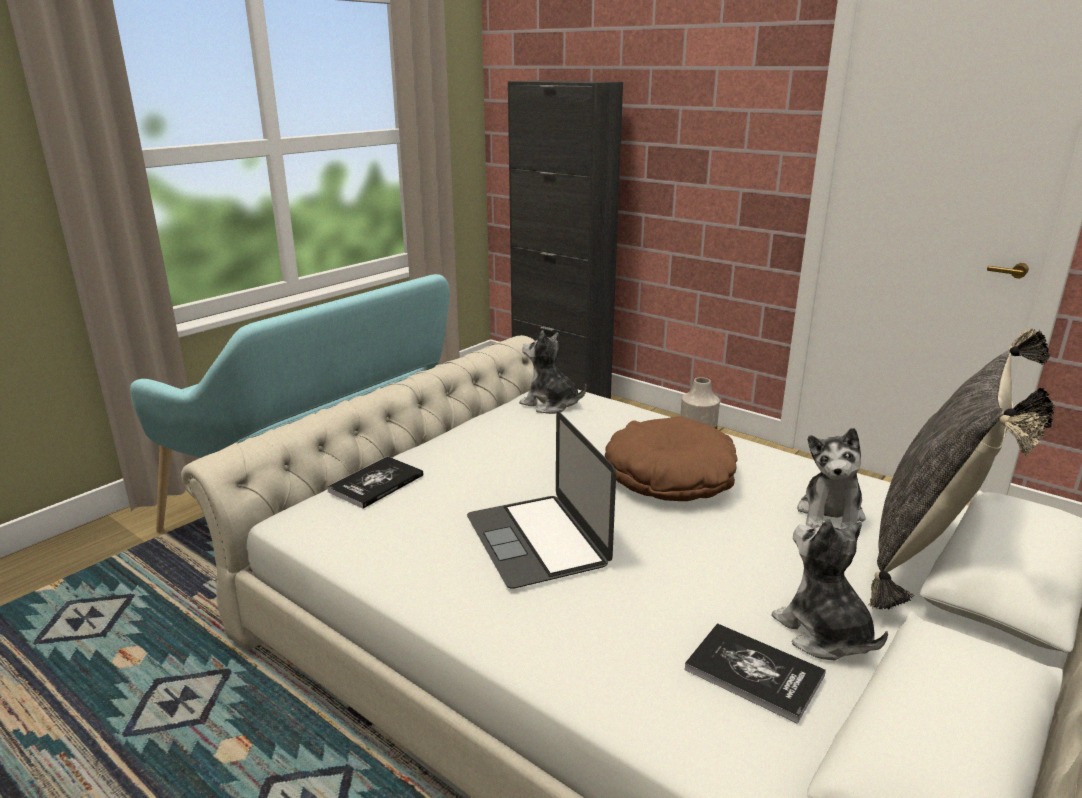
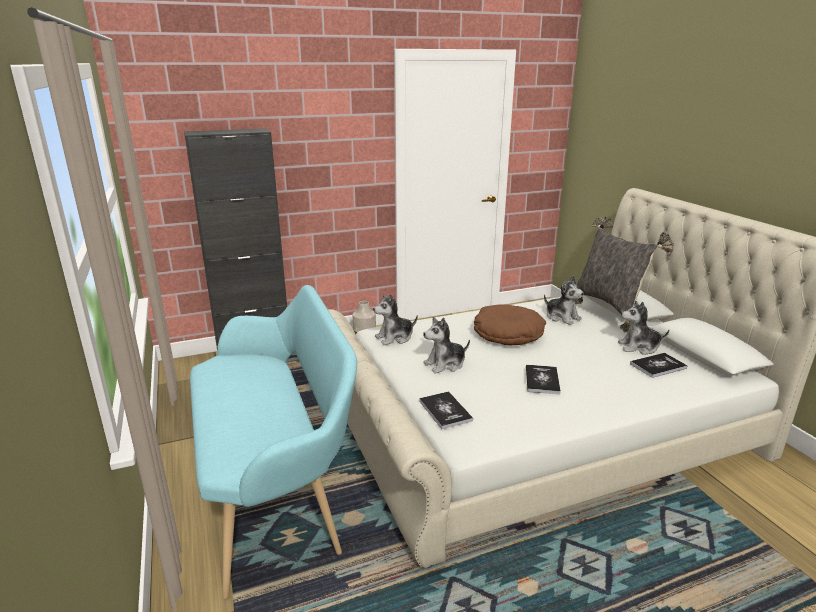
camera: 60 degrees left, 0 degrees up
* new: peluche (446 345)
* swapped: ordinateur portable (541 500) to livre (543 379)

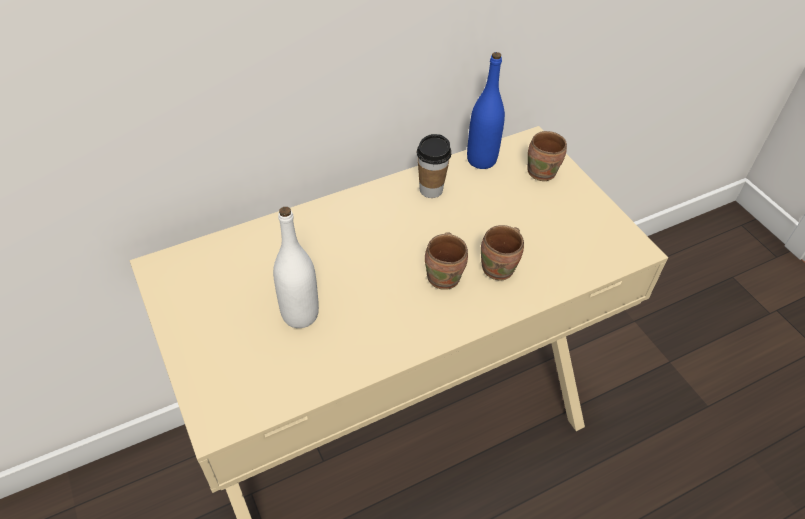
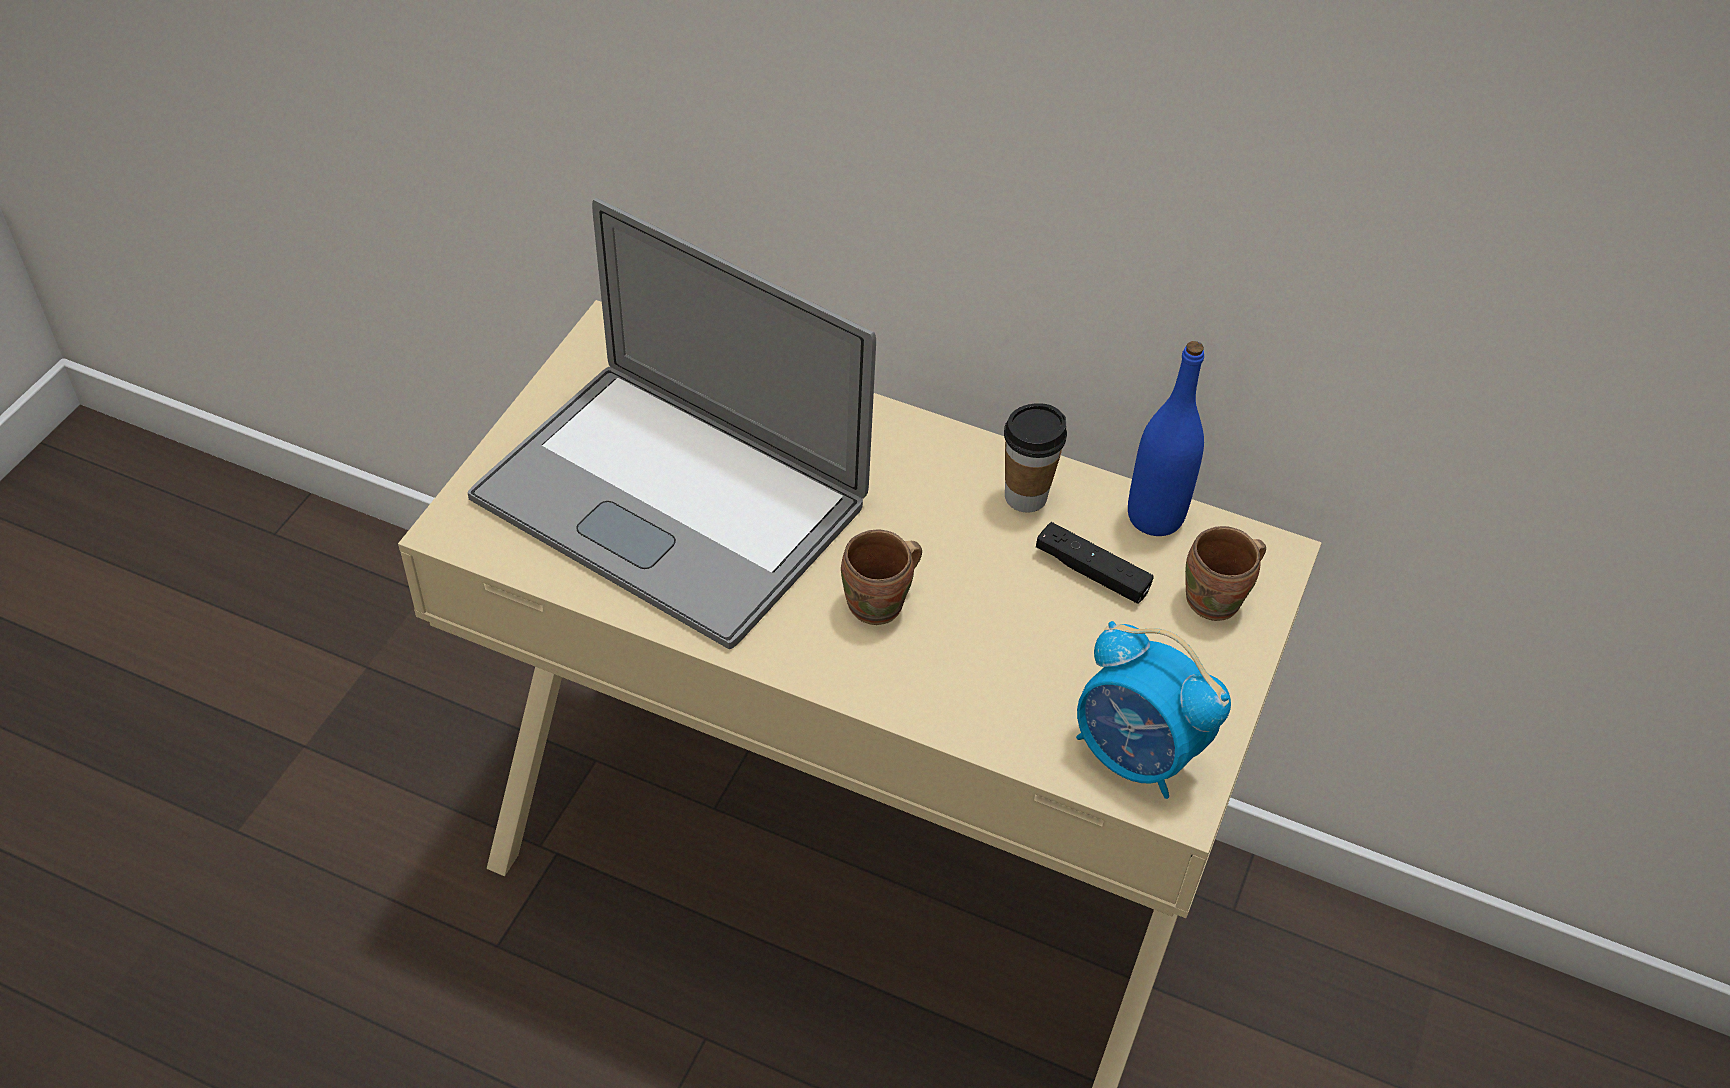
camera: 50 degrees right, 0 degrees up
* gone: mug (marron) (502 252)
* new: manette (noir) (1095 563)
* new: réveil (1153 710)
* swapped: bouteille (blanc) (296 267) to ordinateur portable (672 423)

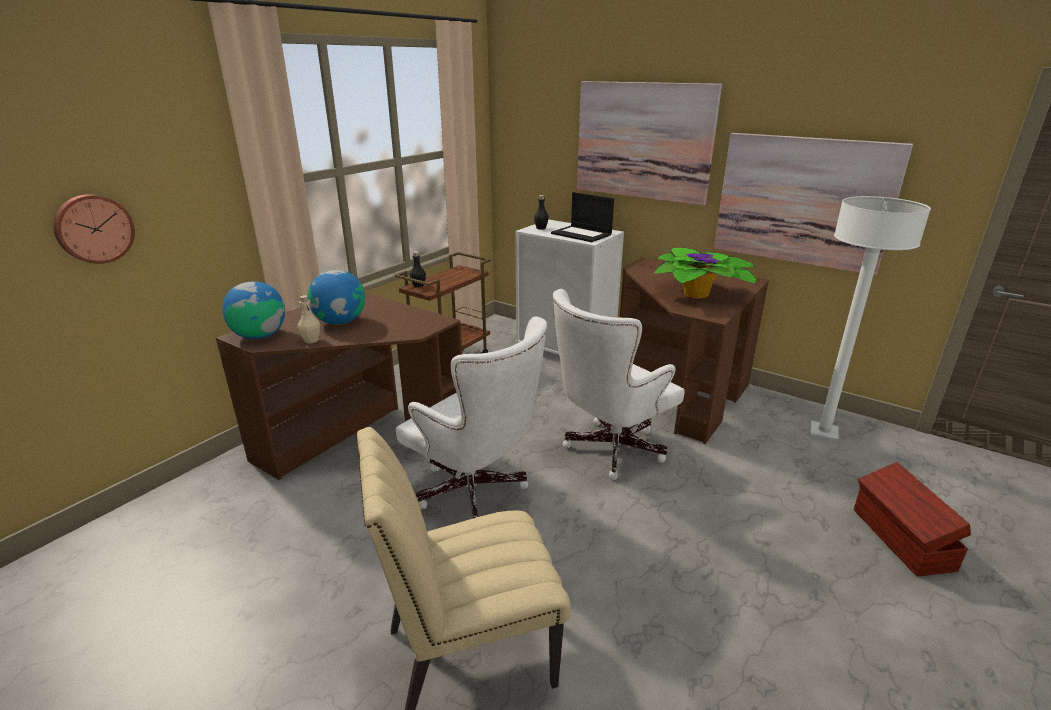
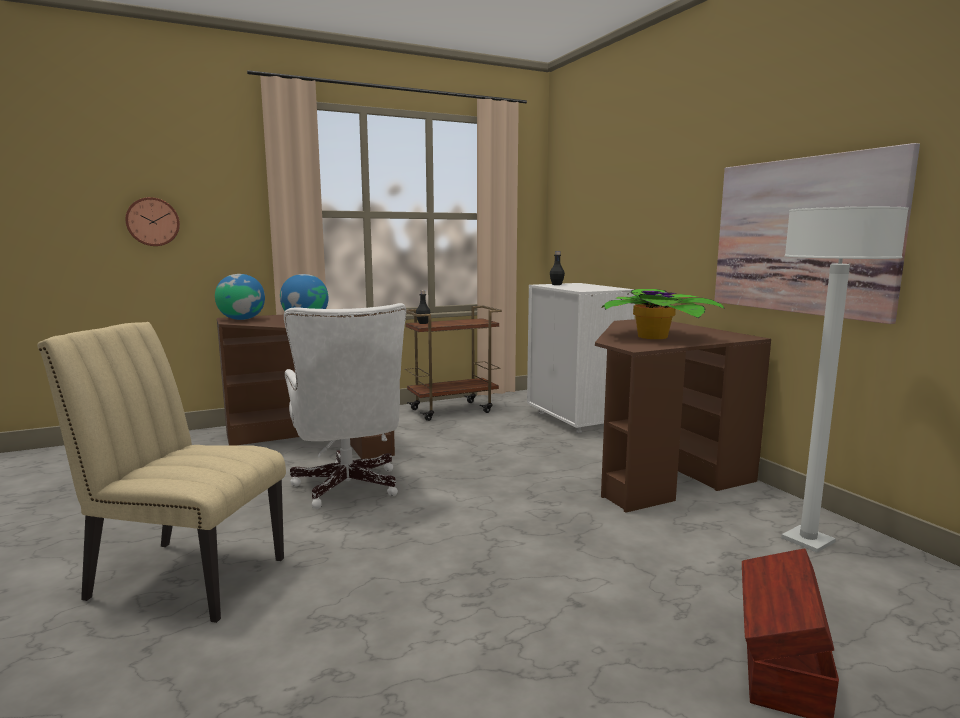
camera: 30 degrees right, 15 degrees down
* gone: bouteille (beige) (309 319)
* gone: ordinateur portable (582 217)
* gone: chaise de bureau (blanc) (619 384)
* gone: tableau (649 143)

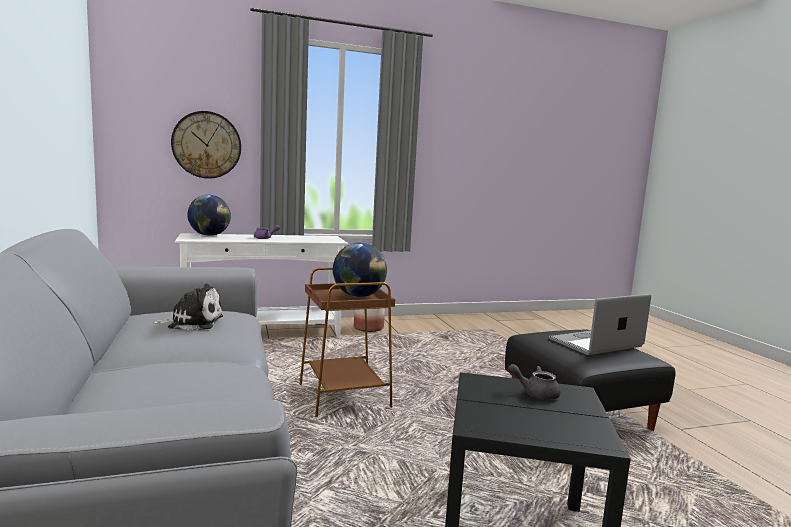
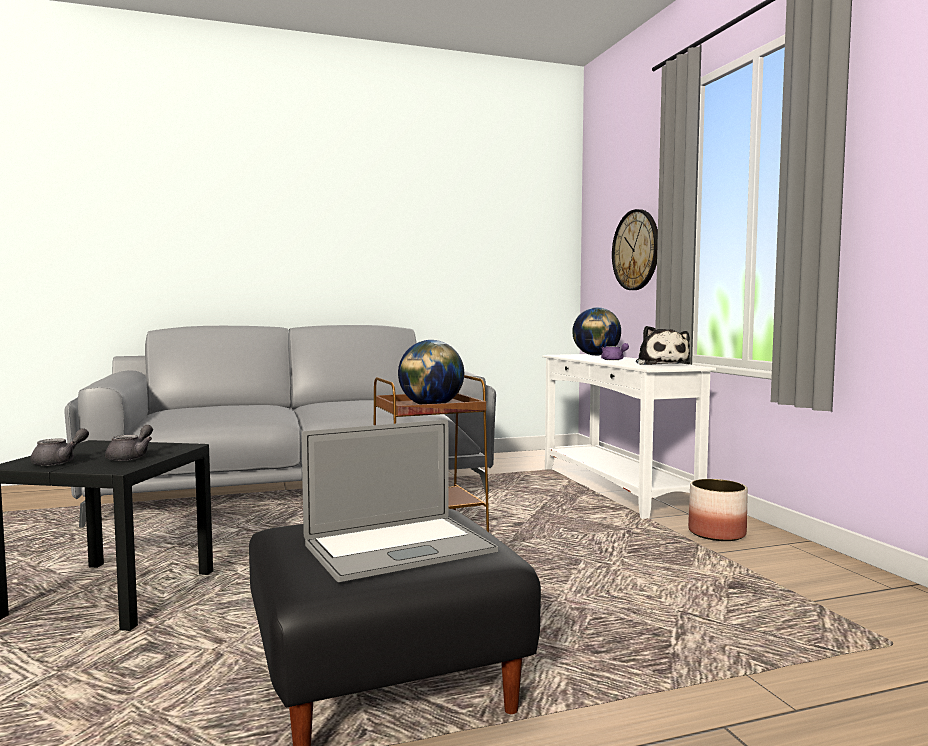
camera: 90 degrees right, 5 degrees down
* new: théière (gris) (59 447)
* shifted: peluche (187 307) to (663 345)
* rotated: ordinateur portable (600 324) = (400 500) 90 degrees clockwise

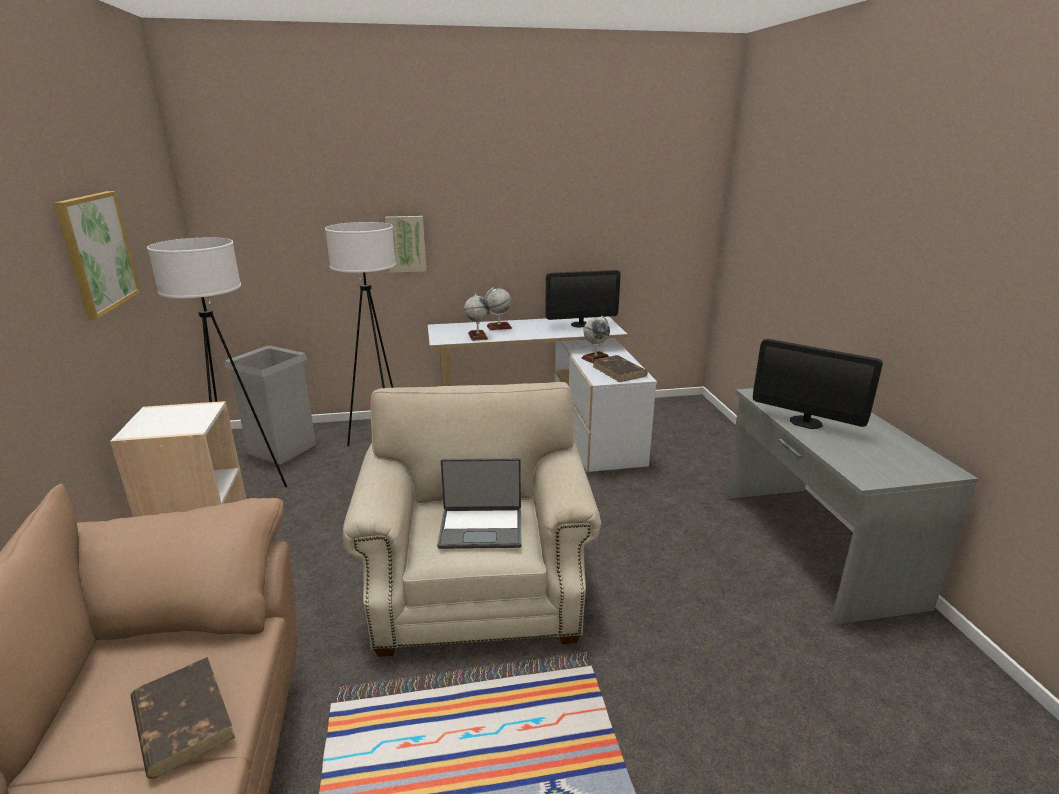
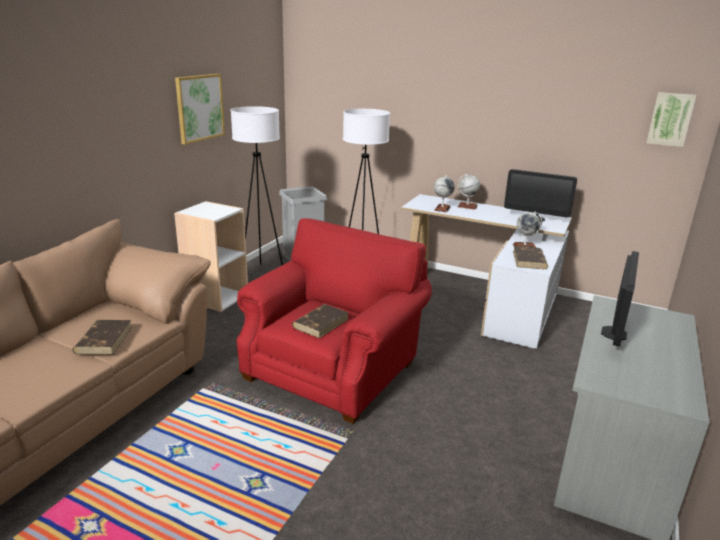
camera: 35 degrees right, 0 degrees up
* shifted: tableau (405 244) to (671 119)
* swapped: ordinateur portable (479 503) to livre (marron) (320 321)
* repainted: fauteuil (beige) (472 519) to fauteuil (rouge) (334 321)
* rotated: écran d'ordinateur (818 384) = (620 299) 135 degrees counterclockwise

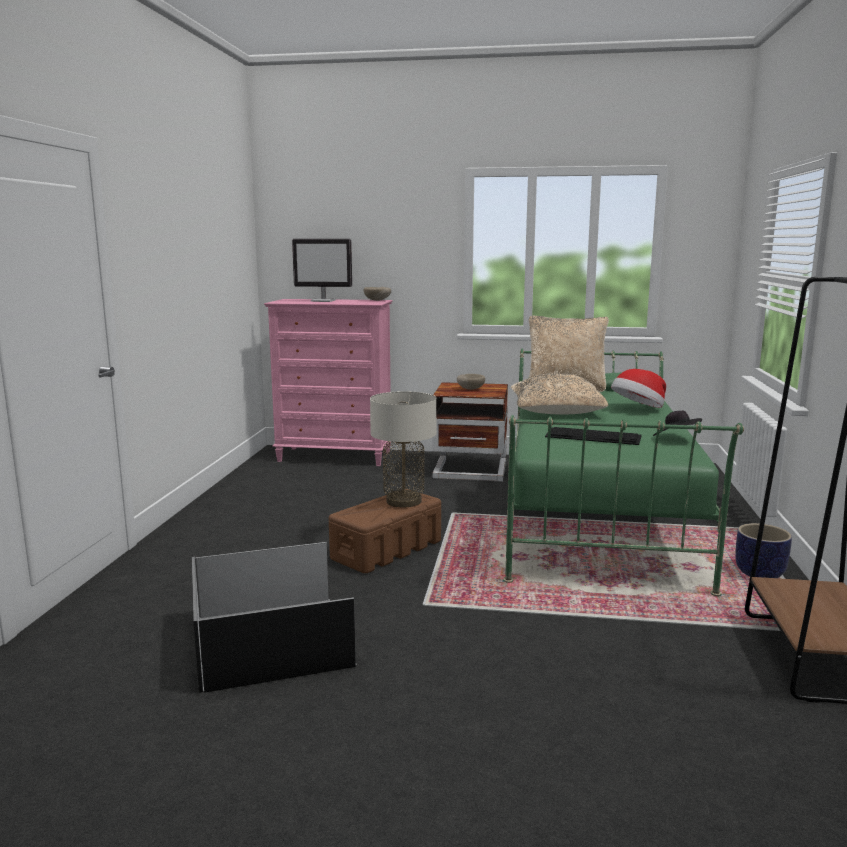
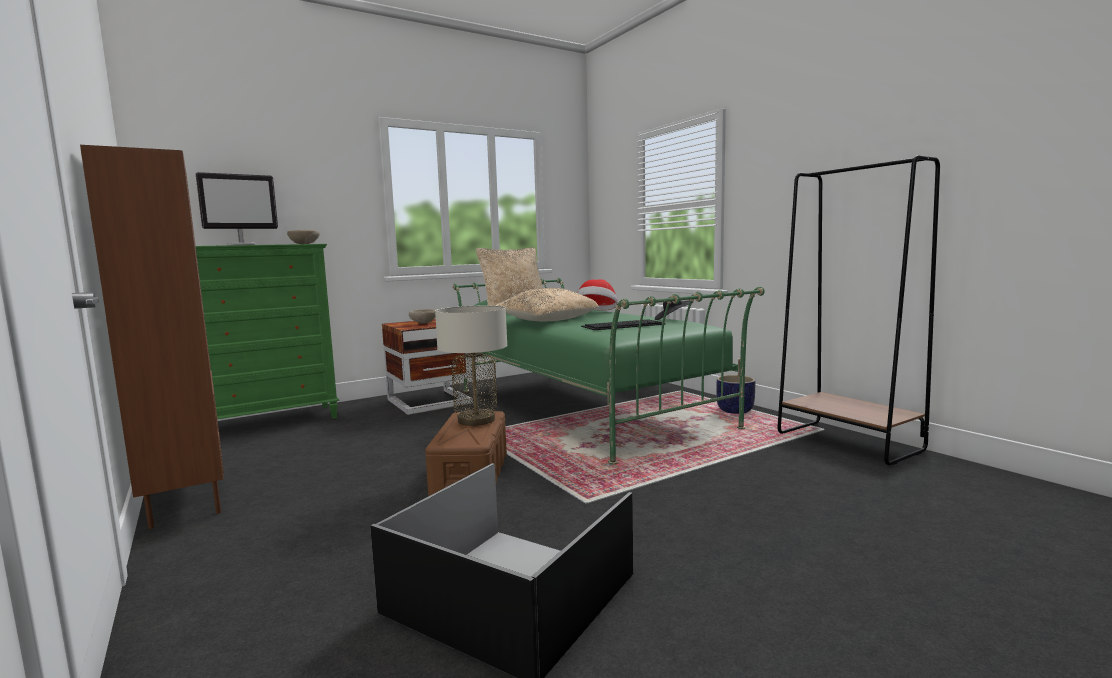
camera: 40 degrees left, 5 degrees down
* new: bibliothèque (marron) (152 337)
* repainted: commode (rose) (328 382) to commode (vert) (268 331)

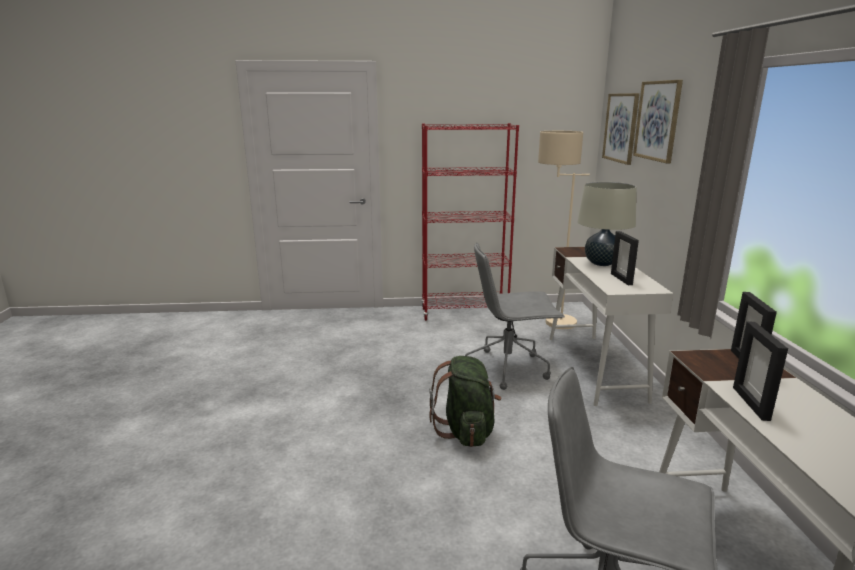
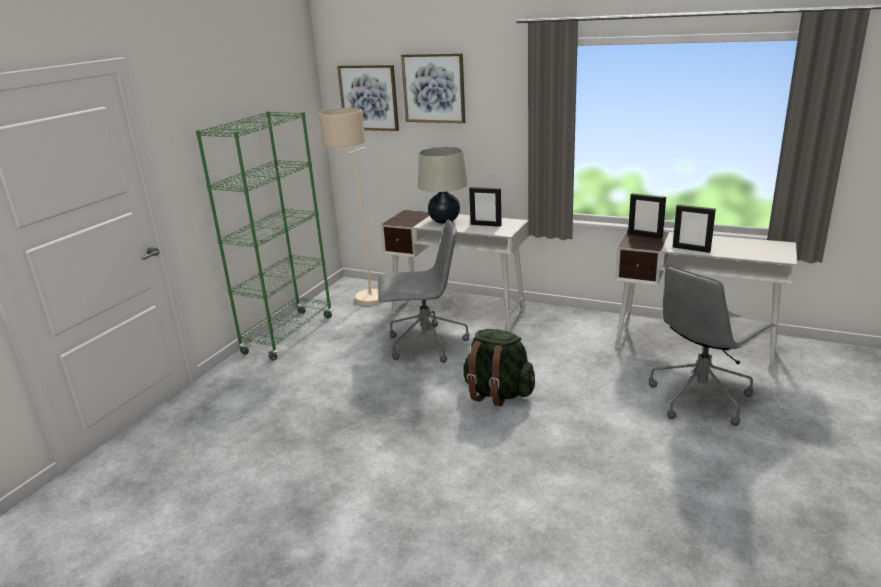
camera: 60 degrees left, 5 degrees up
* repainted: bibliothèque (rouge) (470 222) to bibliothèque (vert) (264 235)
* rotated: chaise de bureau (gris) (515 316) = (423 291) 120 degrees counterclockwise

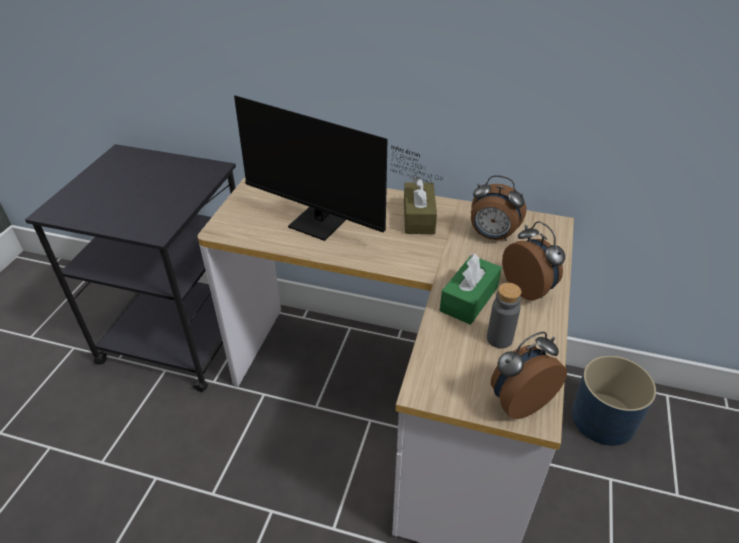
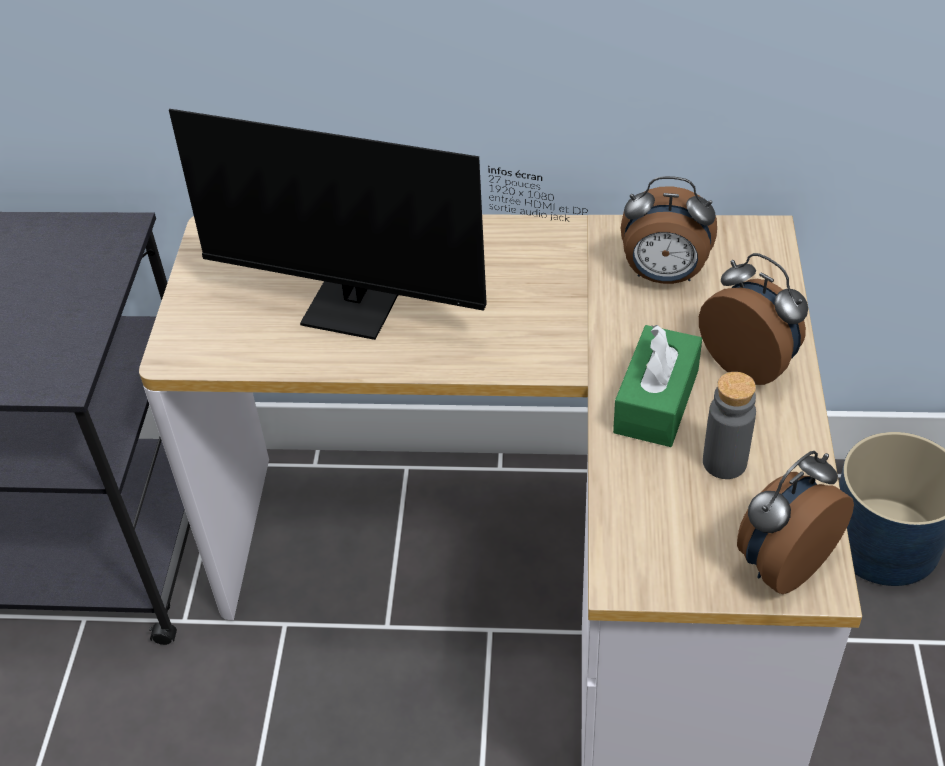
camera: 10 degrees left, 5 degrees up
* gone: boîte à mouchoirs (marron) (420 205)

